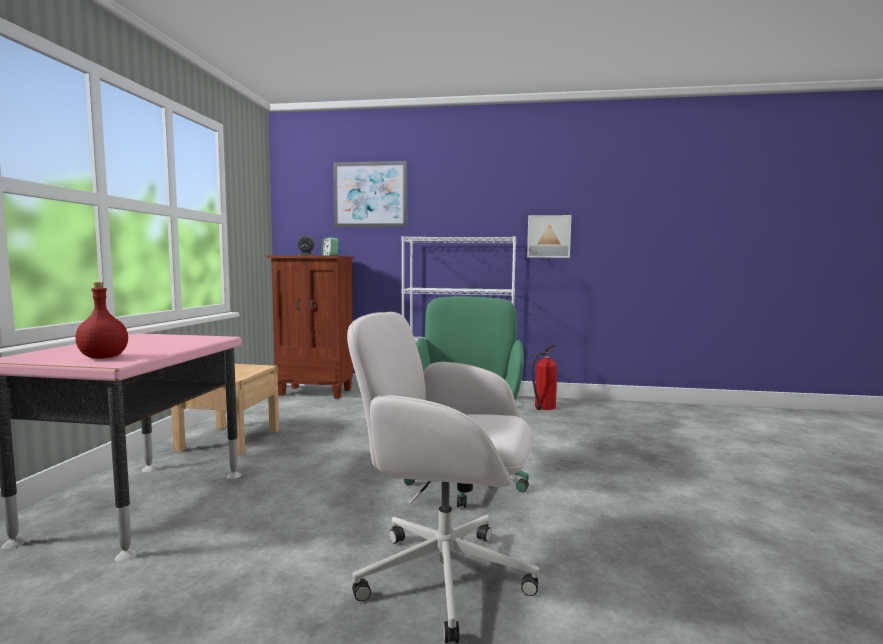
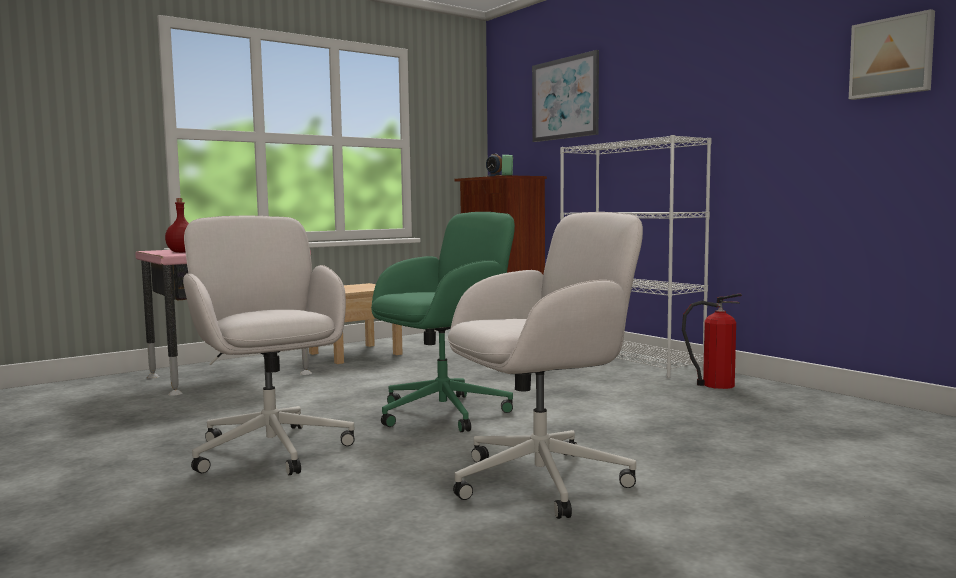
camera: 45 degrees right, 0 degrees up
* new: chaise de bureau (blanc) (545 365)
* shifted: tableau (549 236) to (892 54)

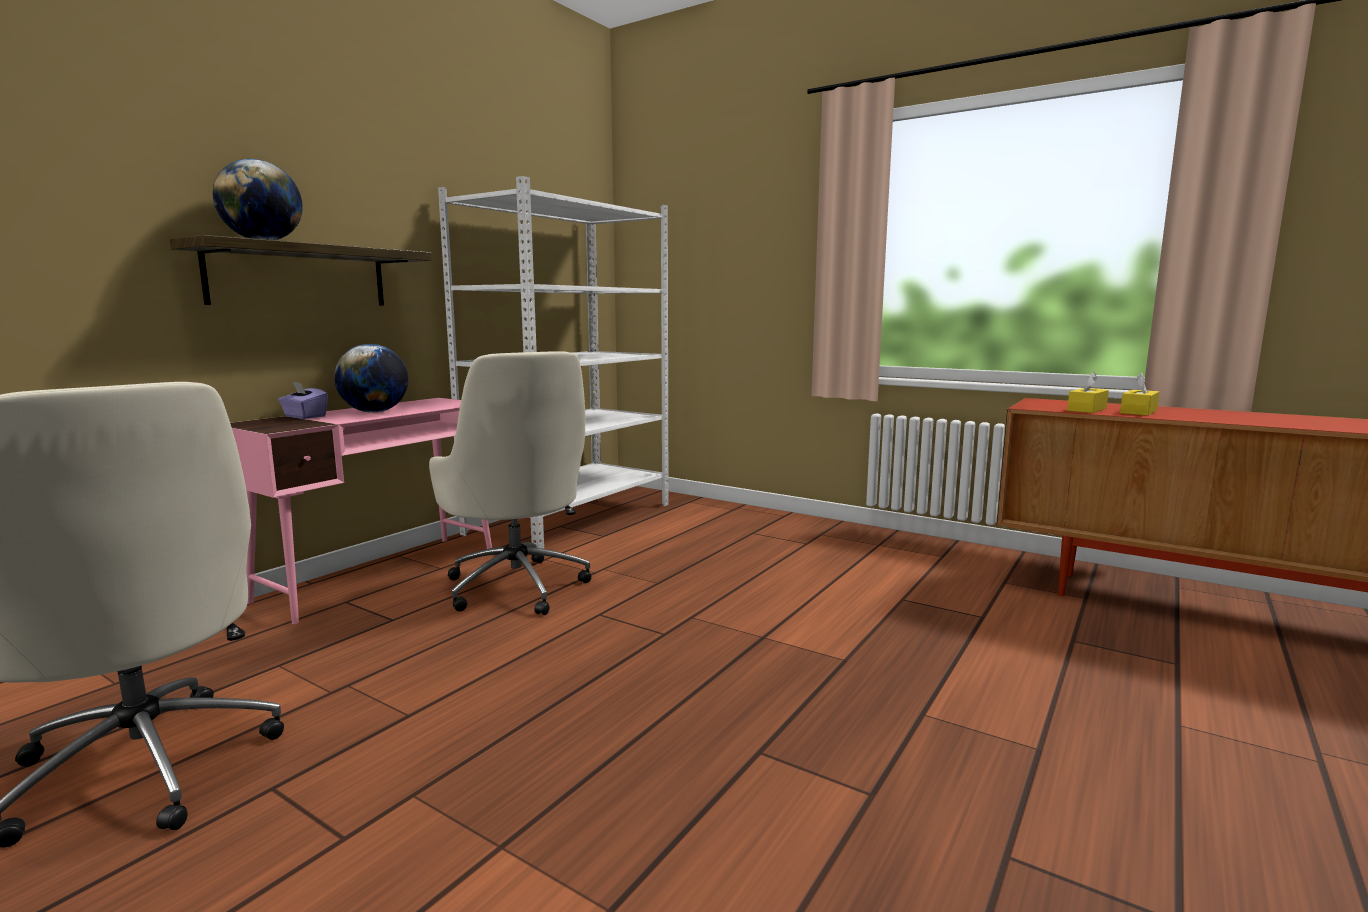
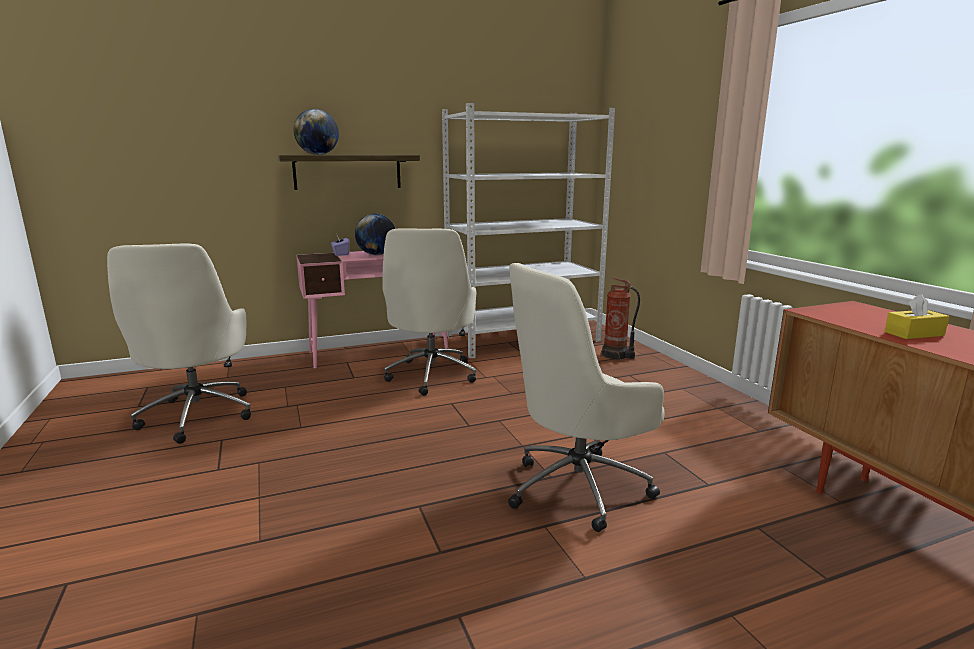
camera: 35 degrees right, 5 degrees up
* gone: boîte à mouchoirs (jaune) (1088 392)
* new: chaise de bureau (beige) (586 397)
* new: extincteur (620 319)

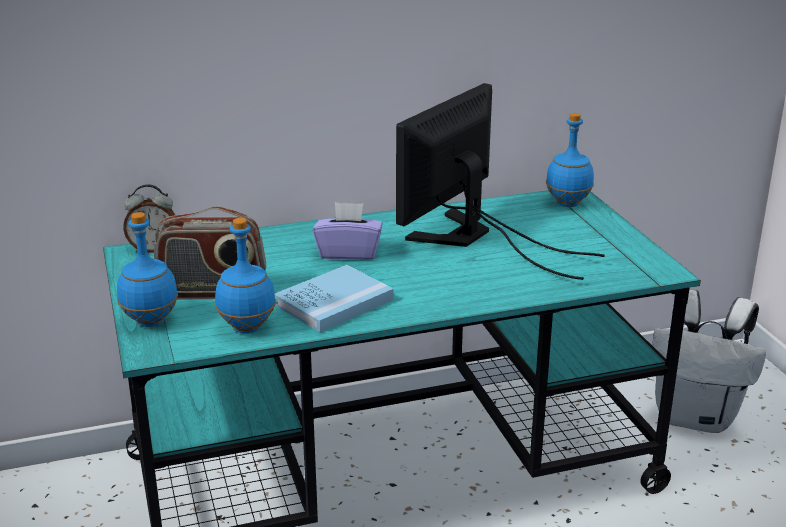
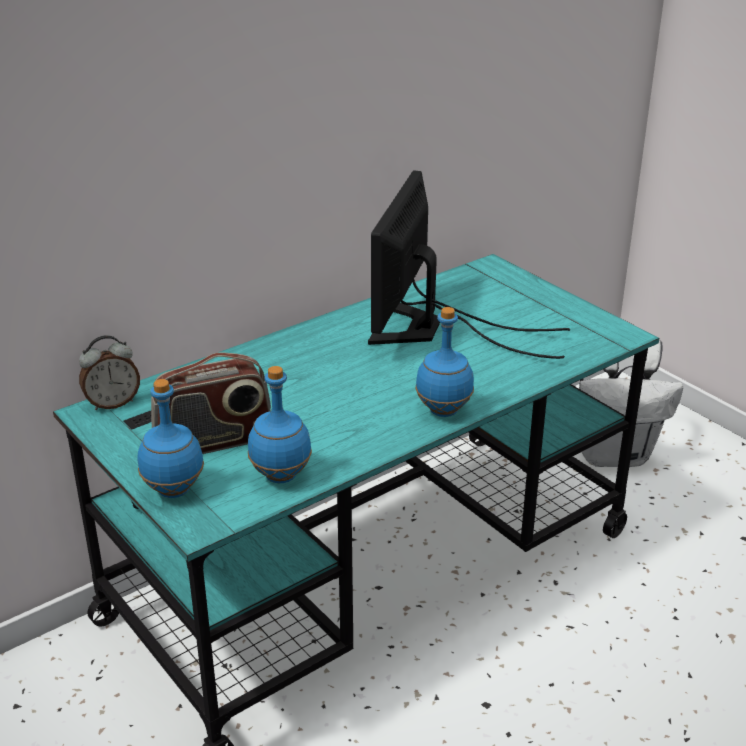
camera: 20 degrees left, 5 degrees up
* gone: livre (bleu) (334 298)
* gone: boîte à mouchoirs (violet) (348 231)
* shifted: bouteille (bleu) (570 160) to (444 362)

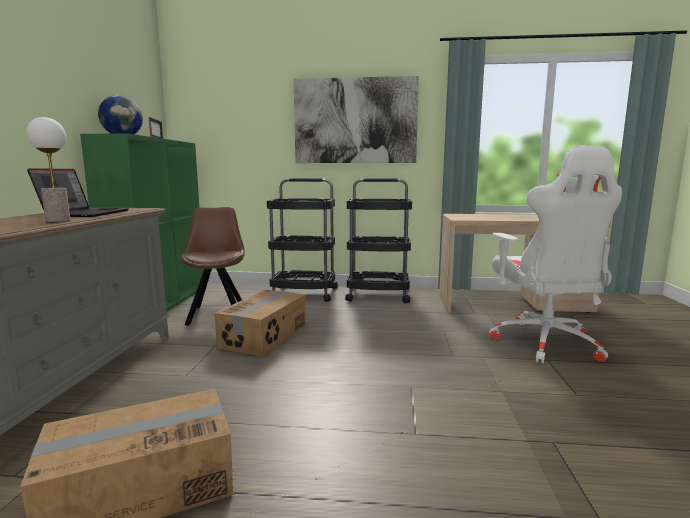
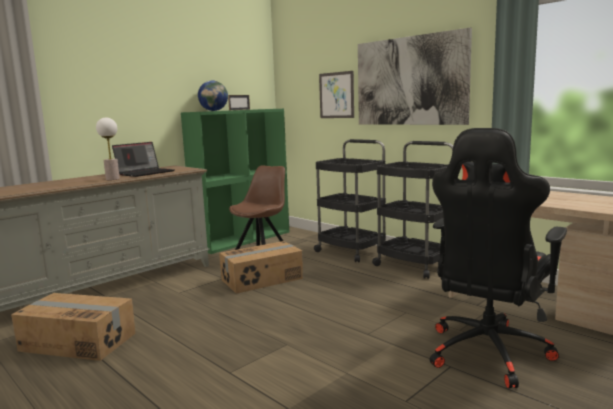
camera: 40 degrees right, 0 degrees up
* new: tableau (336 94)
* repainted: chaise de bureau (blanc) (555 254) to chaise de bureau (noir) (498 258)

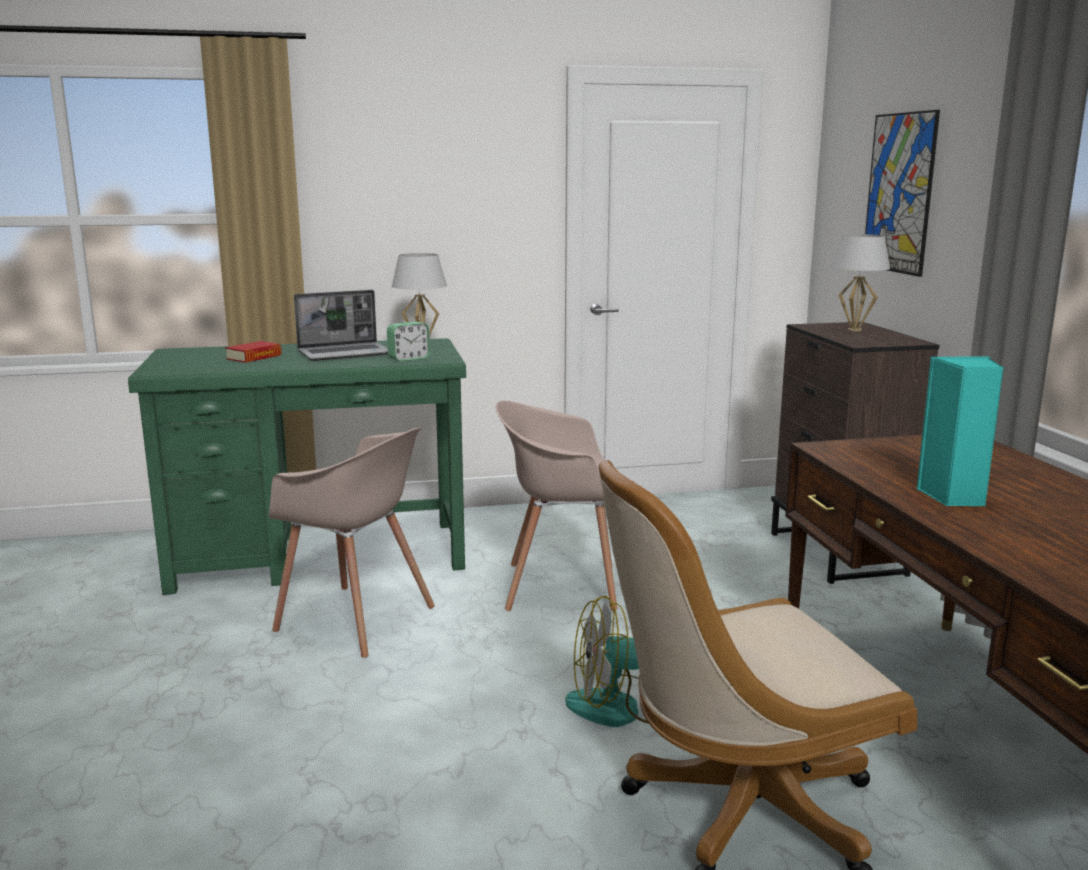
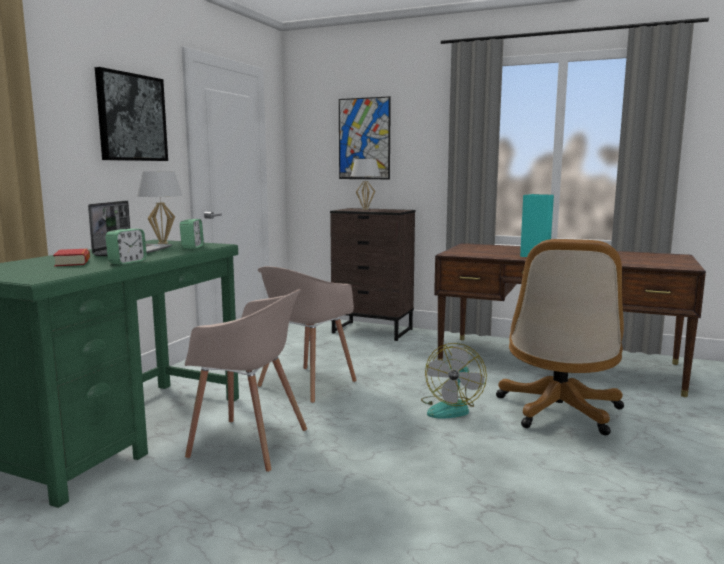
camera: 55 degrees left, 5 degrees down
* new: tableau (131 114)
* new: réveil (126 247)
* rotated: chaise (beige) (352 543) = (246 380) 45 degrees clockwise

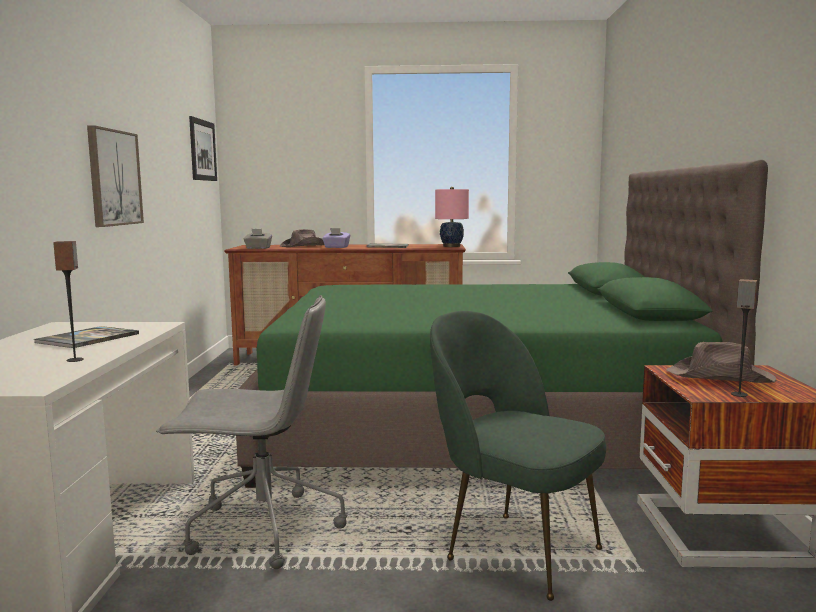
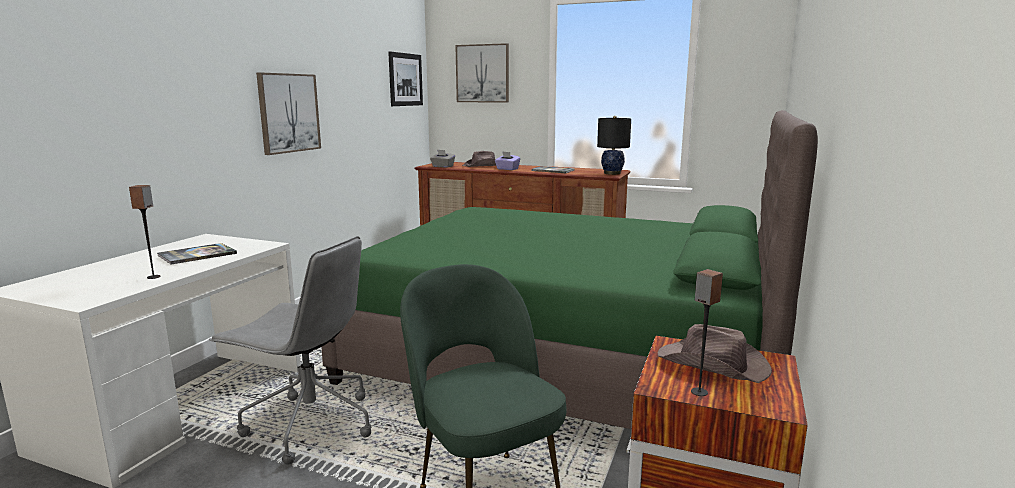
camera: 20 degrees right, 5 degrees up
* new: tableau (482 73)
* repainted: lampe de table (rose) (452 217) to lampe de table (noir) (614 145)

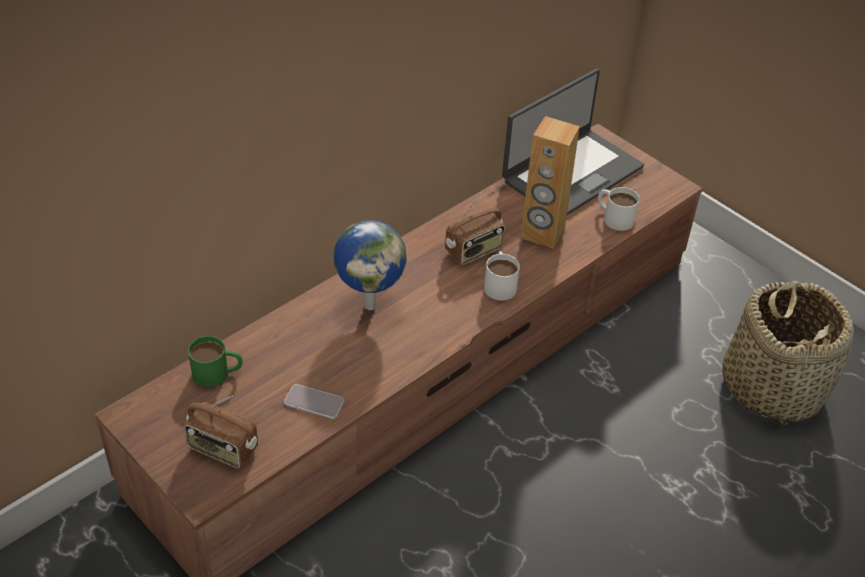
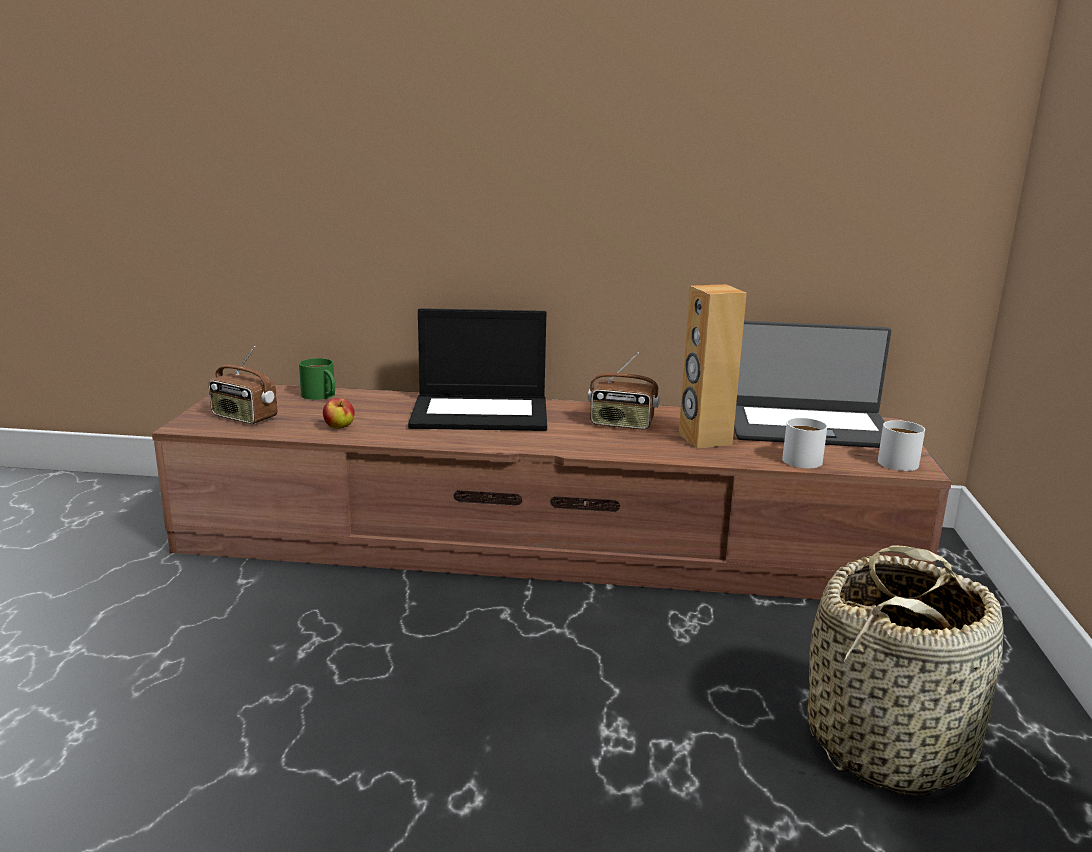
camera: 50 degrees right, 25 degrees down
* shifted: mug (blanc) (502 276) to (901 445)
* swapped: téléphone (314 401) to pomme (339 413)
* swapped: globe (370 265) to ordinateur portable (477 369)
* rotated: radio (221 432) = (243 385) 45 degrees counterclockwise

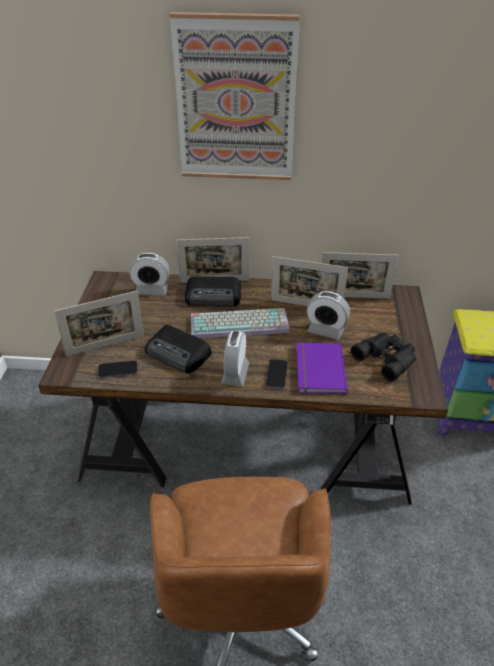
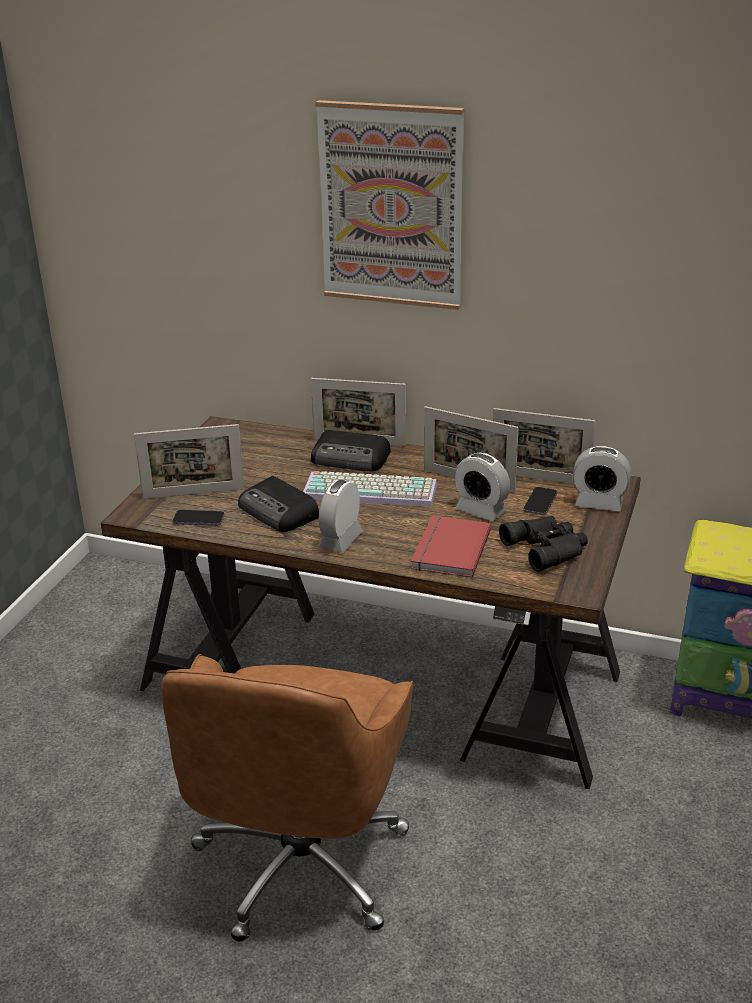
camera: 15 degrees right, 10 degrees down
* shifted: réveil (149 274) to (601 478)
* shifted: téléphone (277 374) to (540 501)
* repainted: livre (violet) (322 368) to livre (rouge) (451 547)

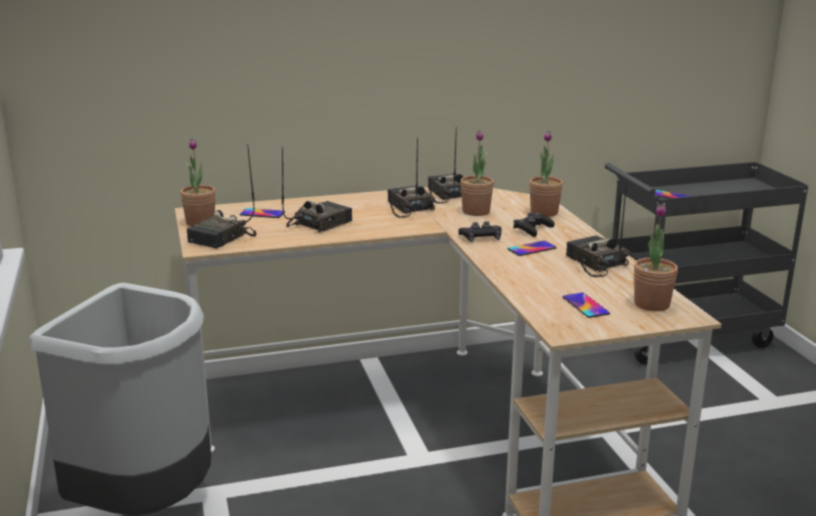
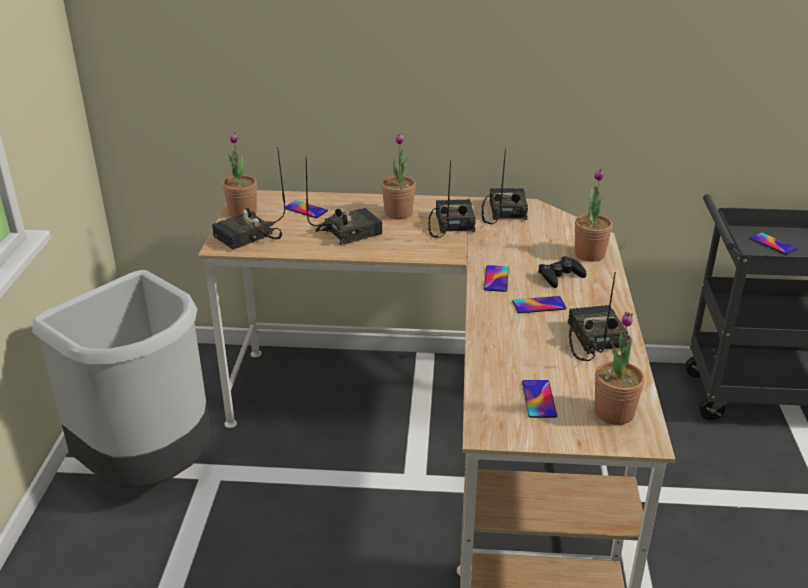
camera: 20 degrees right, 10 degrees up
* shifted: plante en pot (477 173) to (399 176)
* swapped: manette (noir) (480 231) to téléphone (496 278)

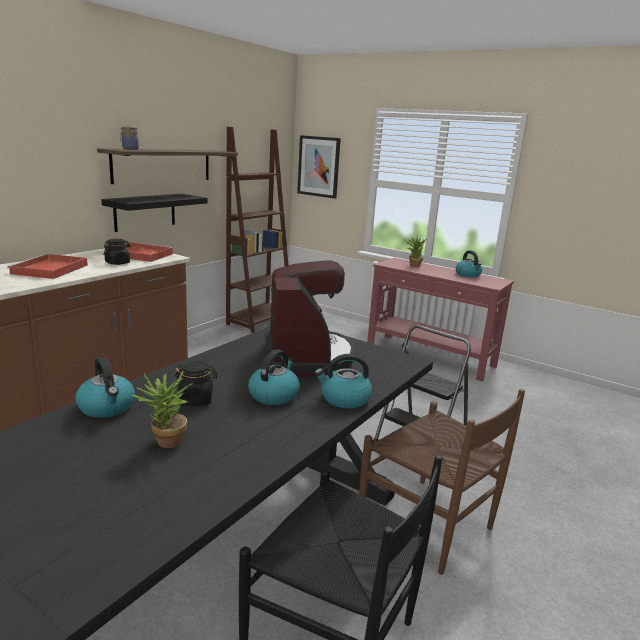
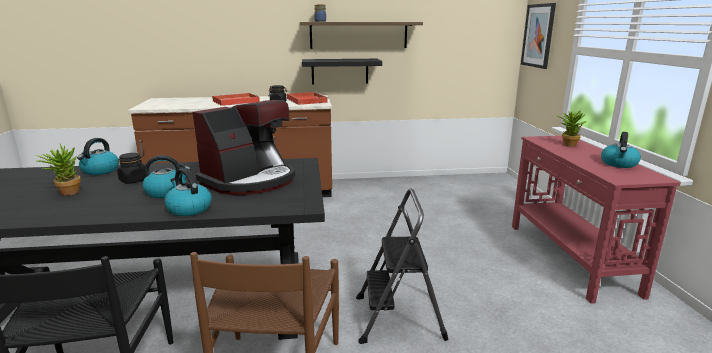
camera: 50 degrees right, 0 degrees up
* gone: bibliothèque (marron) (257 230)

